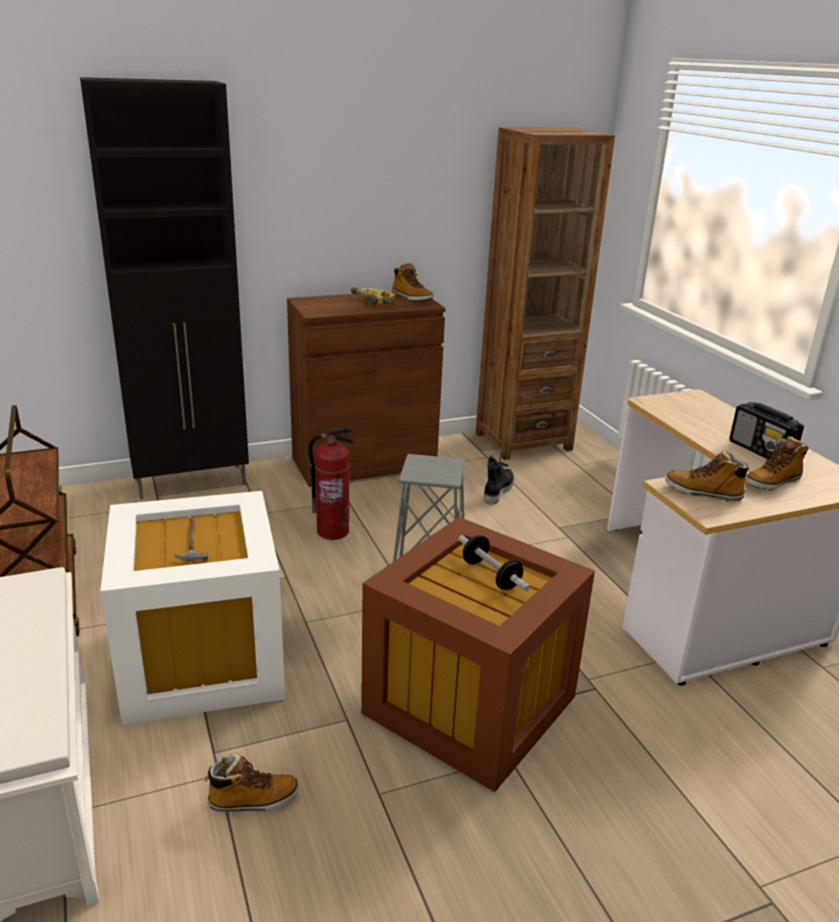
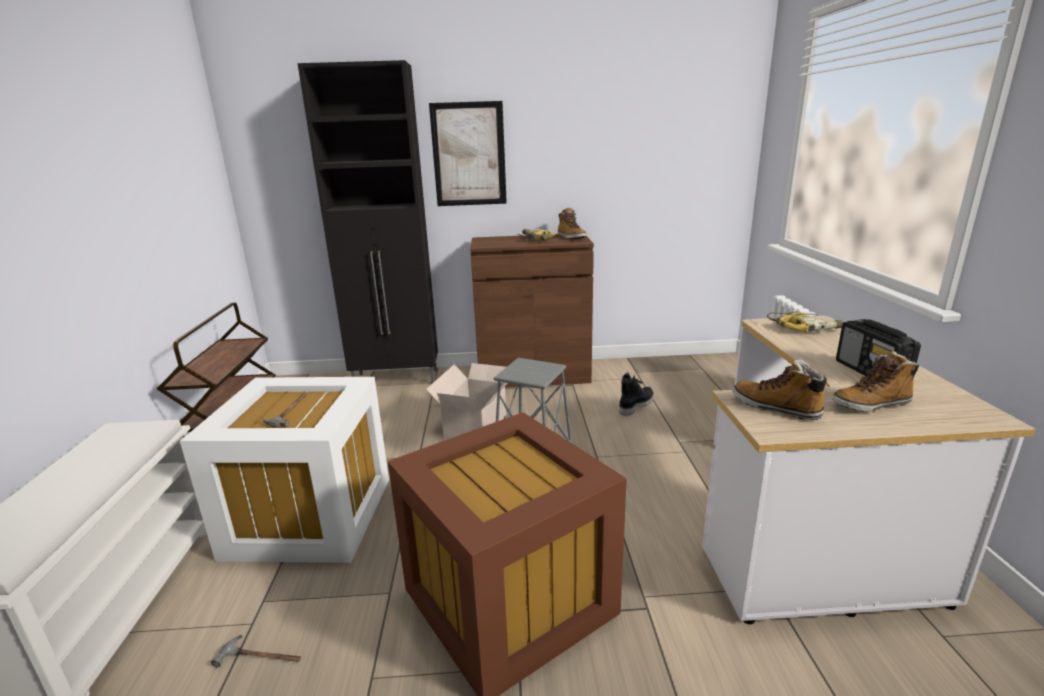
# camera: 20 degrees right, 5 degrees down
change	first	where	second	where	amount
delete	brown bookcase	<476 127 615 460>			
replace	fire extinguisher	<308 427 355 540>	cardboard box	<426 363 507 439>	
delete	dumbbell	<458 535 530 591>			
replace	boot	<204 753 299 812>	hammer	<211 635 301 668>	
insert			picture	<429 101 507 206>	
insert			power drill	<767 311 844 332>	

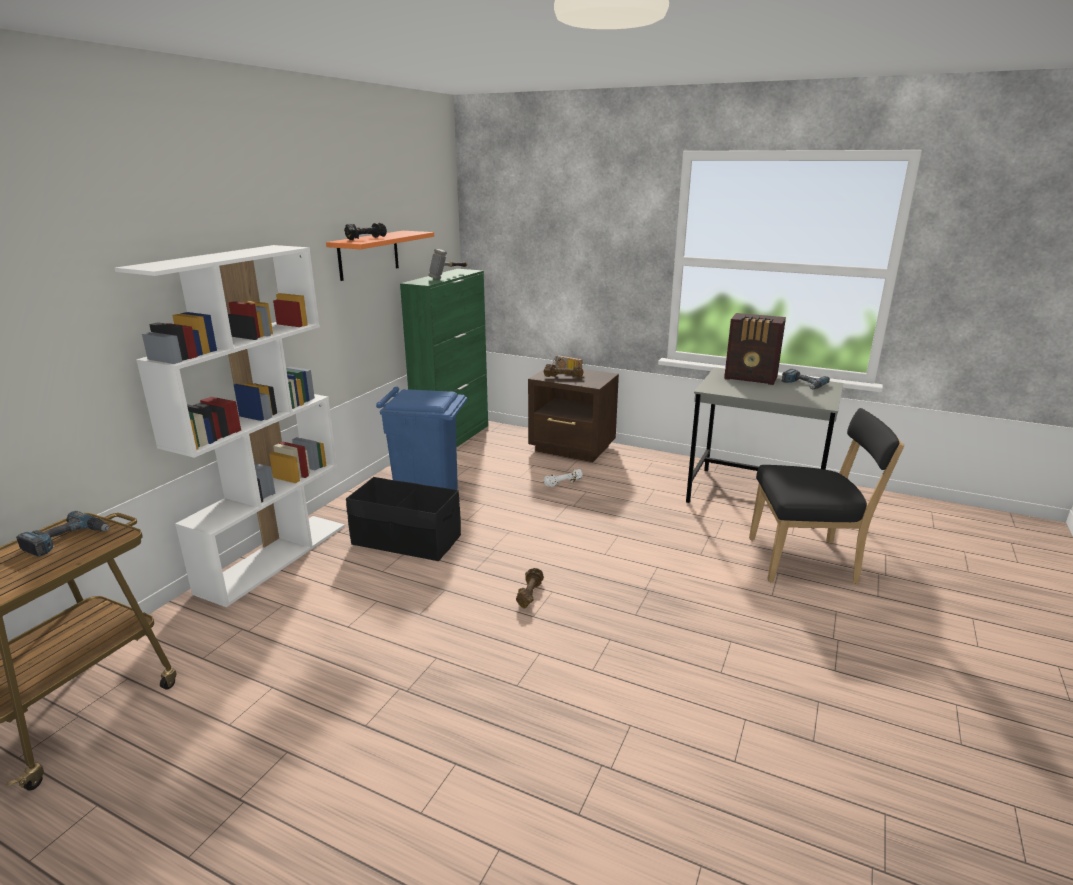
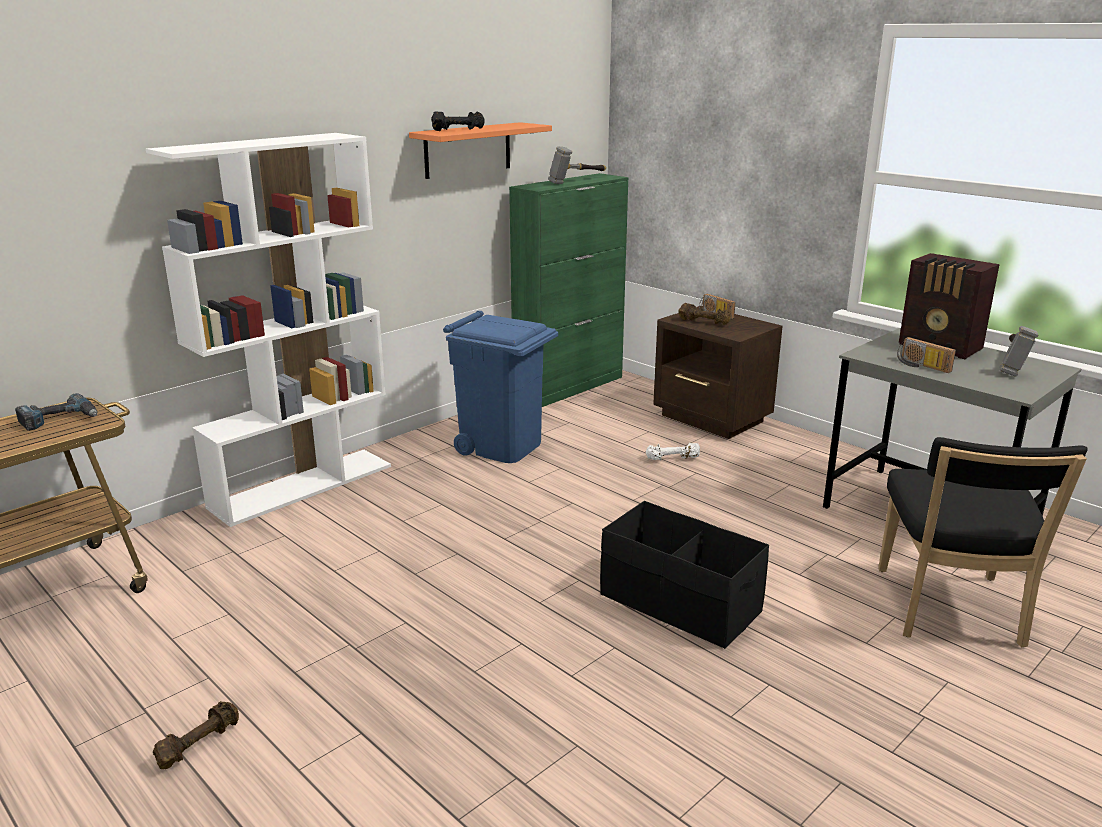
# camera: 20 degrees right, 0 degrees up
change	first	where	second	where	amount
replace	power drill	<781 369 830 389>	hammer	<999 326 1038 377>	
rotate	black chair	<749 408 904 584>		<878 437 1088 647>	75 degrees clockwise
move	black storage box	<346 477 461 561>		<600 501 769 649>	
move	brown dumbbell	<516 568 544 608>		<153 701 239 769>	
insert			radio	<897 337 956 373>	

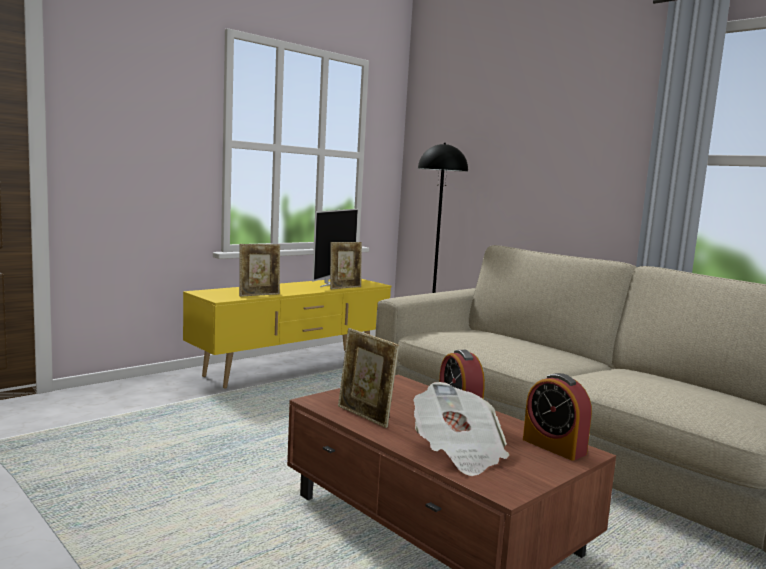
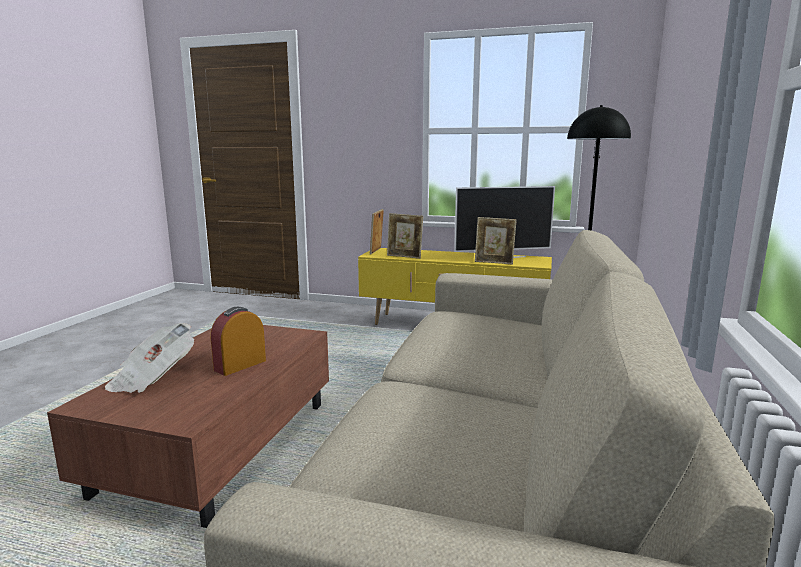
# camera: 60 degrees right, 5 degrees up
change	first	where	second	where	amount
move	picture frame	<338 328 399 428>		<370 209 384 254>	
delete	alarm clock	<523 373 592 461>			

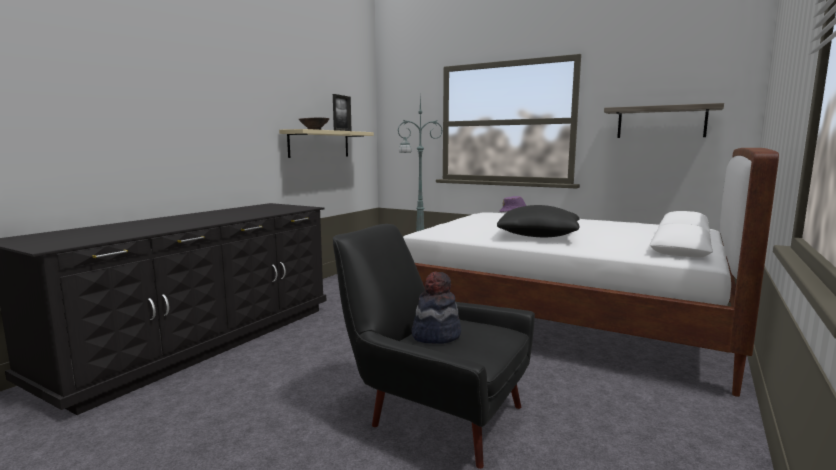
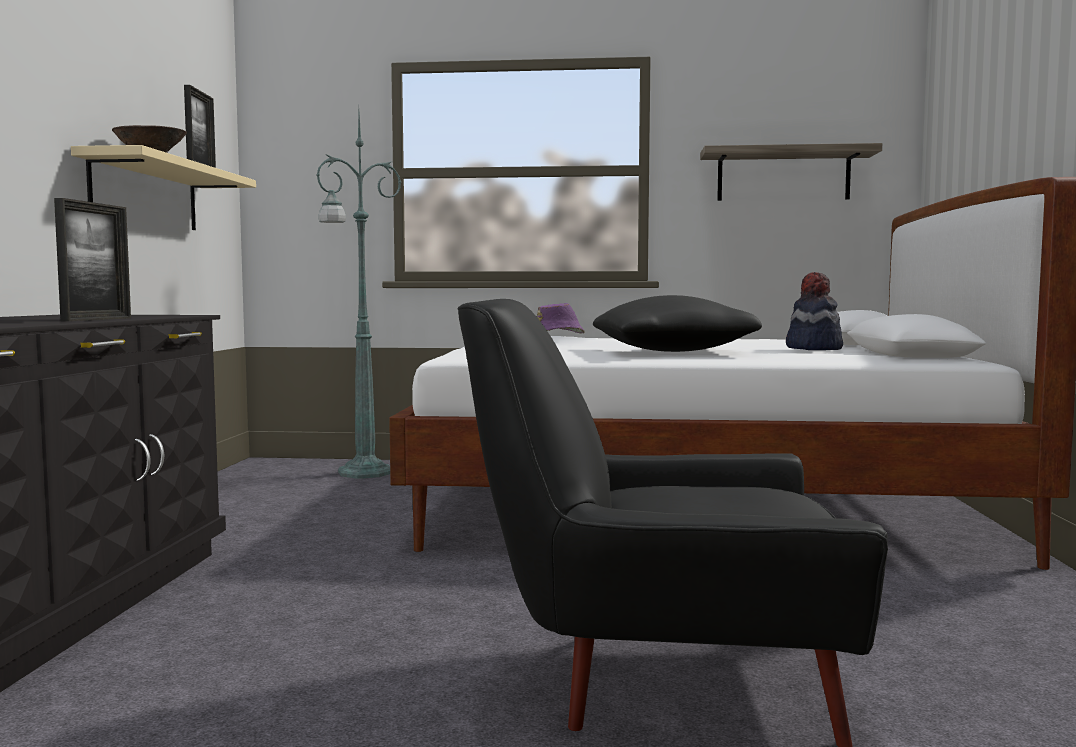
# camera: 25 degrees left, 5 degrees down
change	first	where	second	where	amount
move	hat	<411 272 461 344>		<786 272 843 350>	
insert			picture frame	<54 198 131 321>	

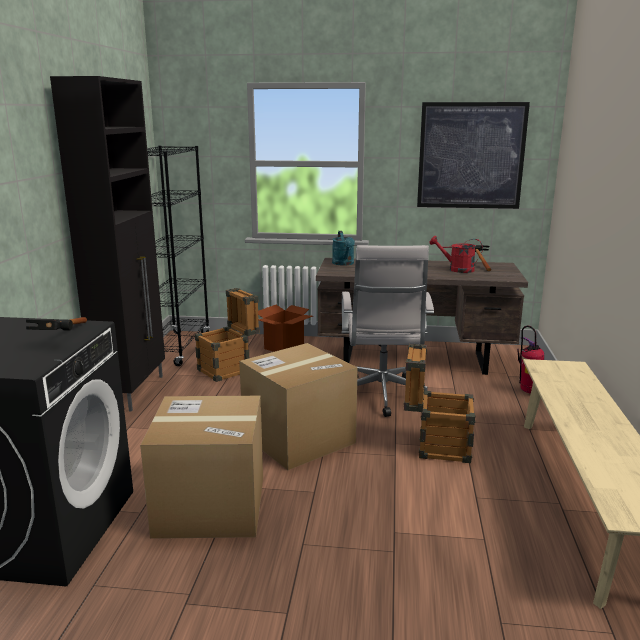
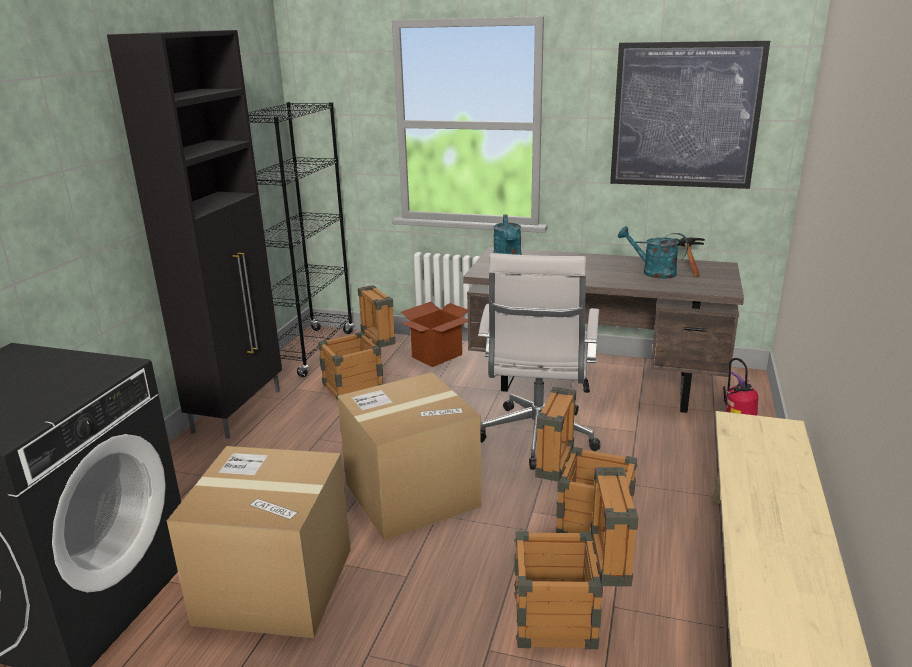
# camera: 10 degrees right, 5 degrees up
change	first	where	second	where	amount
recolor	red watering can	<429 236 483 273>	turquoise watering can	<618 226 688 279>	
delete	hammer	<26 317 87 331>			
insert			crate	<514 467 638 649>	

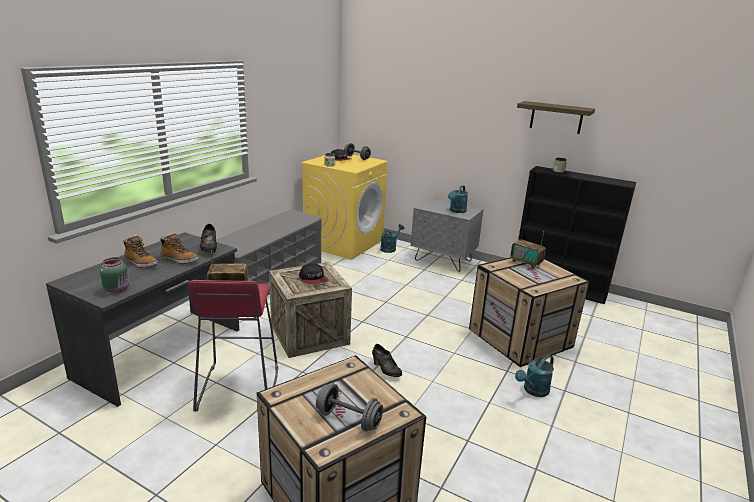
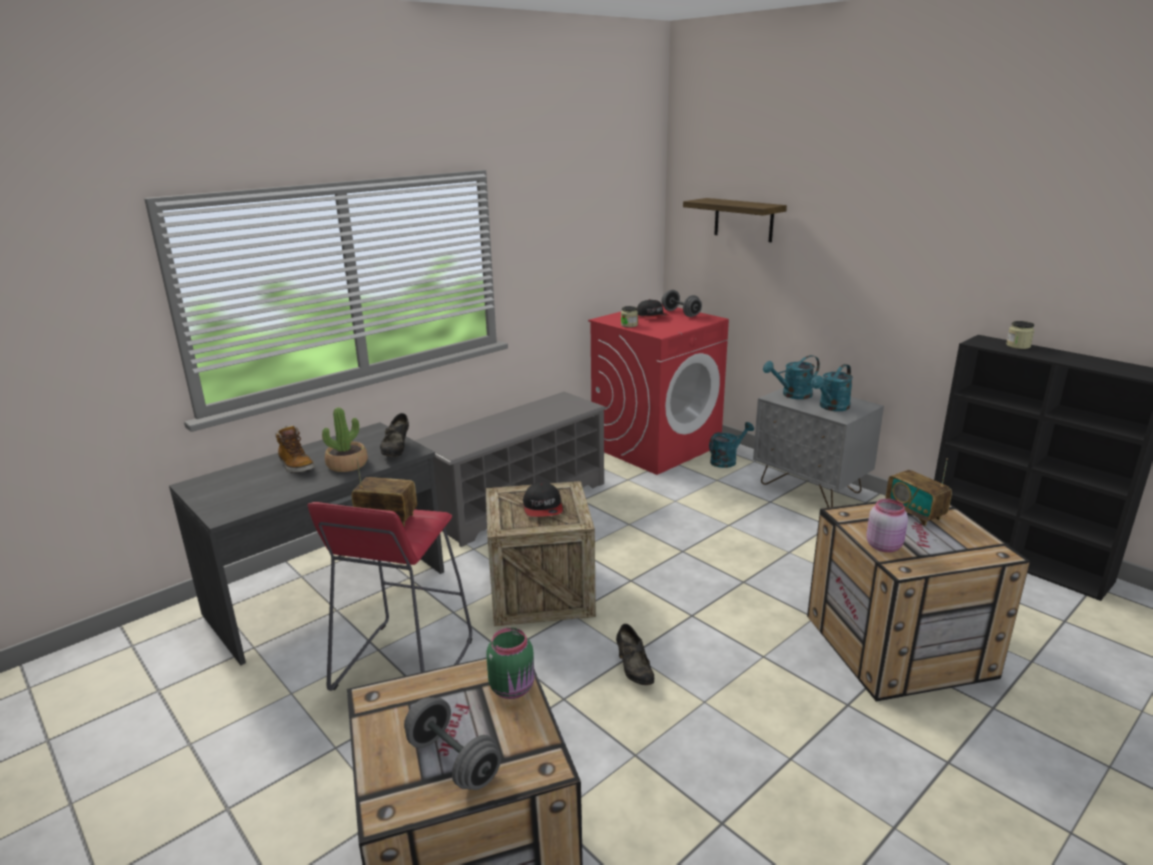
# camera: 20 degrees right, 0 degrees up
change	first	where	second	where	amount
move	shelf	<517 101 595 134>		<683 198 787 242>	
recolor	yellow washing machine	<301 155 388 260>	red washing machine	<588 305 729 475>	
replace	boot	<161 232 199 264>	potted plant	<322 407 368 472>	
move	green jar	<100 257 129 294>		<486 627 535 699>	
move	turquoise watering can	<515 355 554 397>		<763 355 820 399>	
insert			pink jar	<866 499 908 552>	

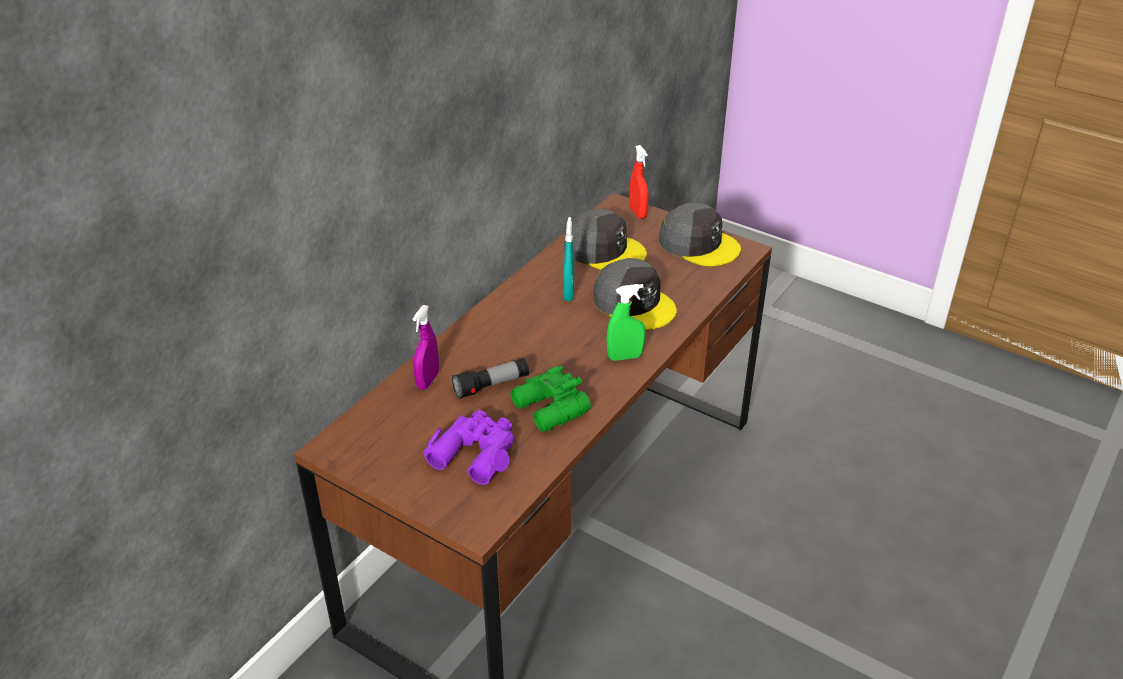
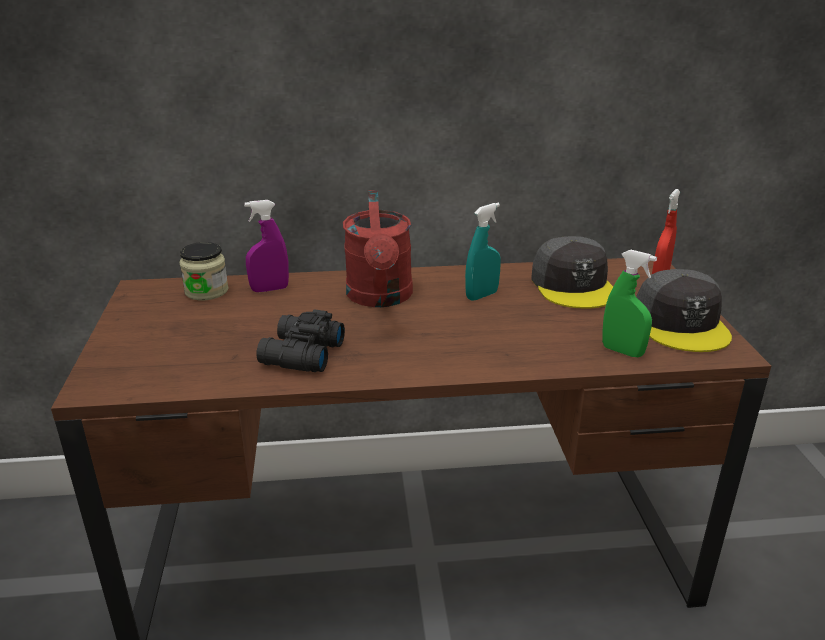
# camera: 50 degrees right, 10 degrees down
change	first	where	second	where	amount
delete	grey cap	<593 258 677 330>			
move	green spray bottle	<607 284 646 361>		<602 250 657 357>	
delete	flashlight	<452 358 529 399>			
recolor	green binoculars	<511 366 591 432>	black binoculars	<256 309 345 372>	
delete	purple binoculars	<423 410 514 485>			
insert			red watering can	<343 190 413 307>	
insert			jar	<180 242 229 300>	

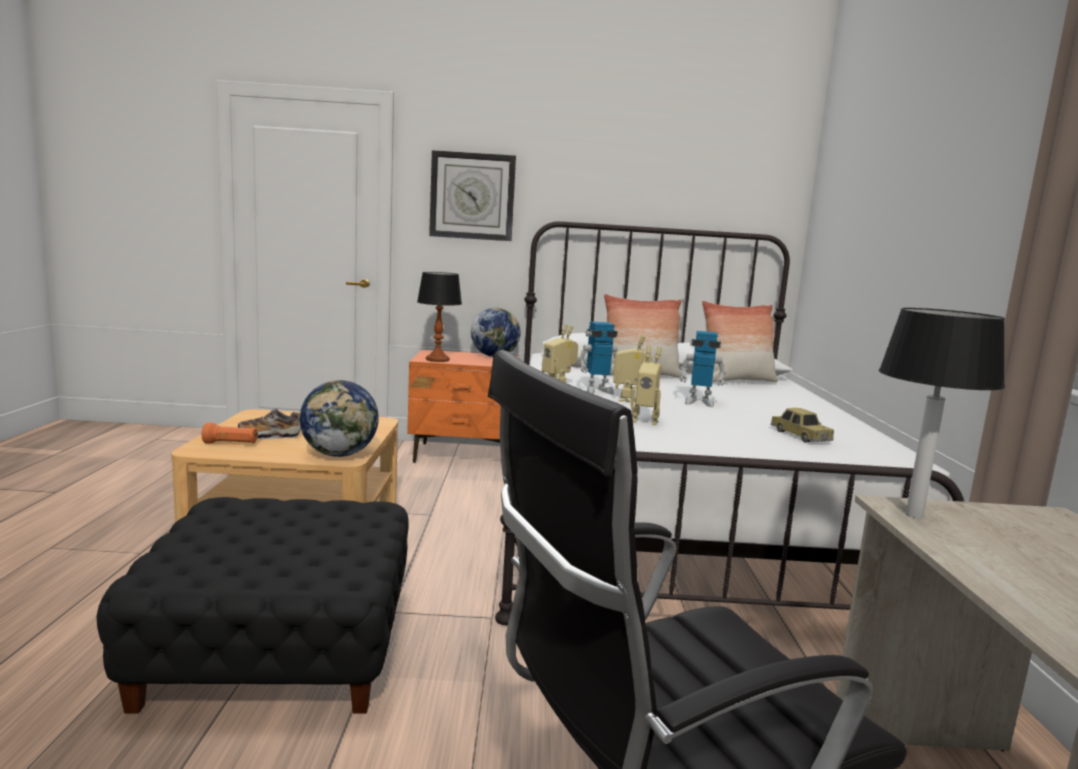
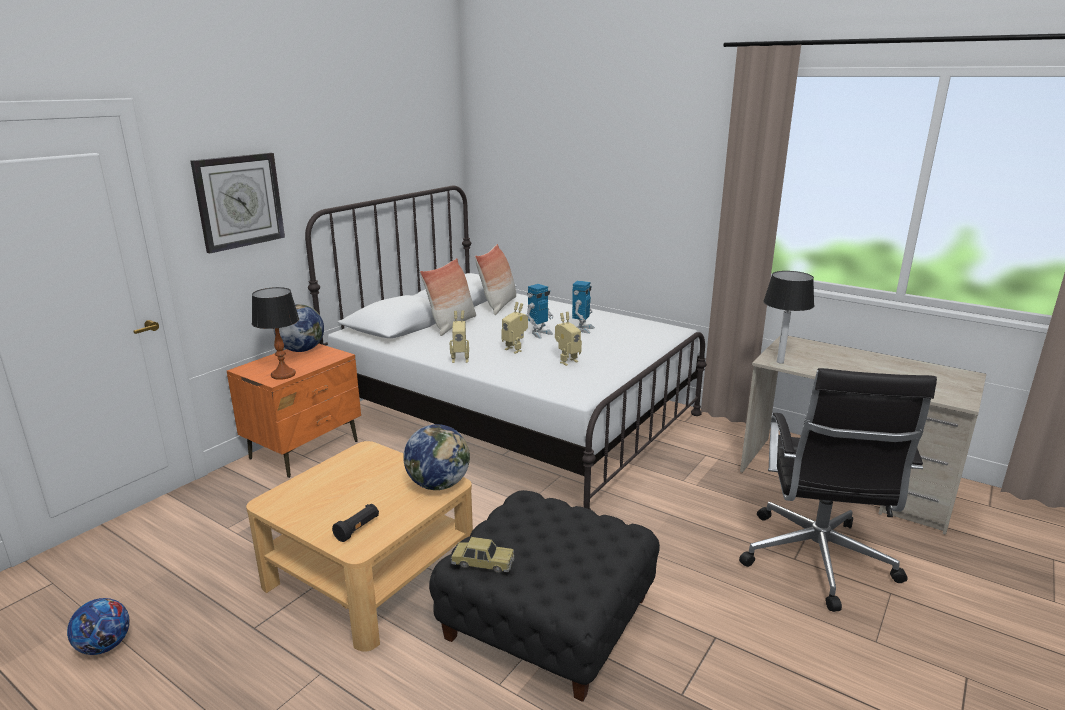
# camera: 55 degrees left, 10 degrees up
change	first	where	second	where	amount
move	toy robot	<578 322 618 394>		<572 281 595 334>	
delete	shoe	<238 408 301 439>			
move	toy car	<771 408 834 442>		<451 537 514 573>	
recolor	orange flashlight	<202 423 258 444>	black flashlight	<332 504 379 542>	
insert			football	<67 598 130 655>	

